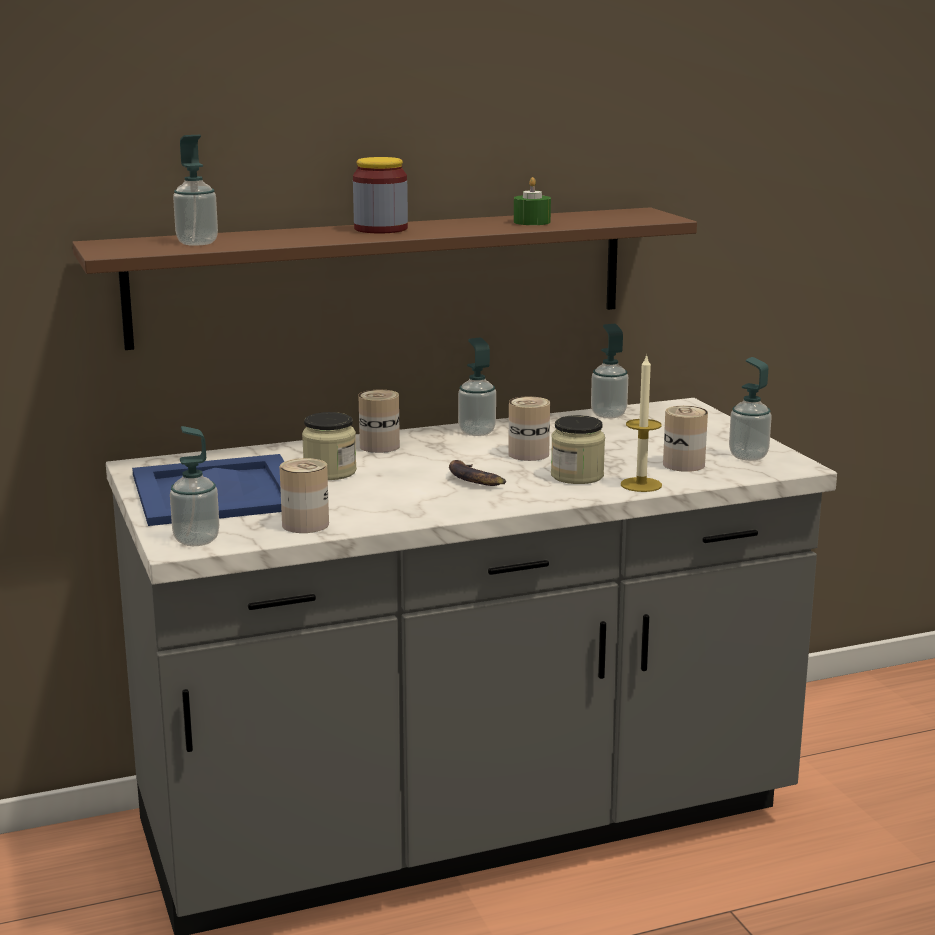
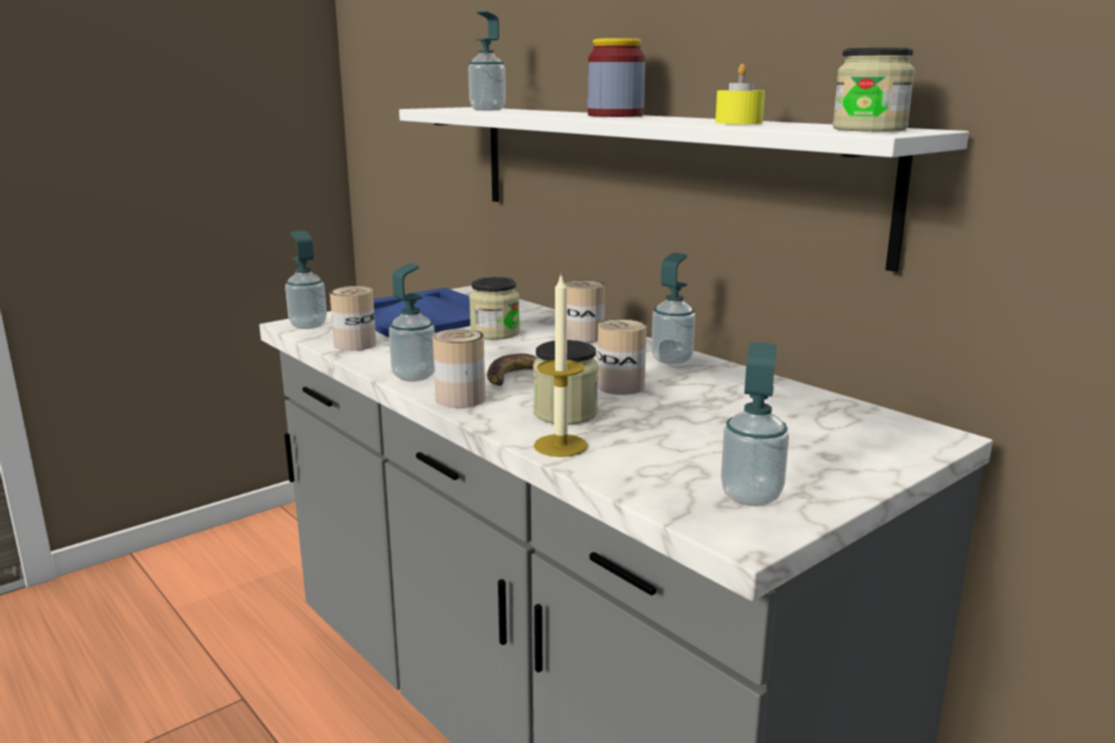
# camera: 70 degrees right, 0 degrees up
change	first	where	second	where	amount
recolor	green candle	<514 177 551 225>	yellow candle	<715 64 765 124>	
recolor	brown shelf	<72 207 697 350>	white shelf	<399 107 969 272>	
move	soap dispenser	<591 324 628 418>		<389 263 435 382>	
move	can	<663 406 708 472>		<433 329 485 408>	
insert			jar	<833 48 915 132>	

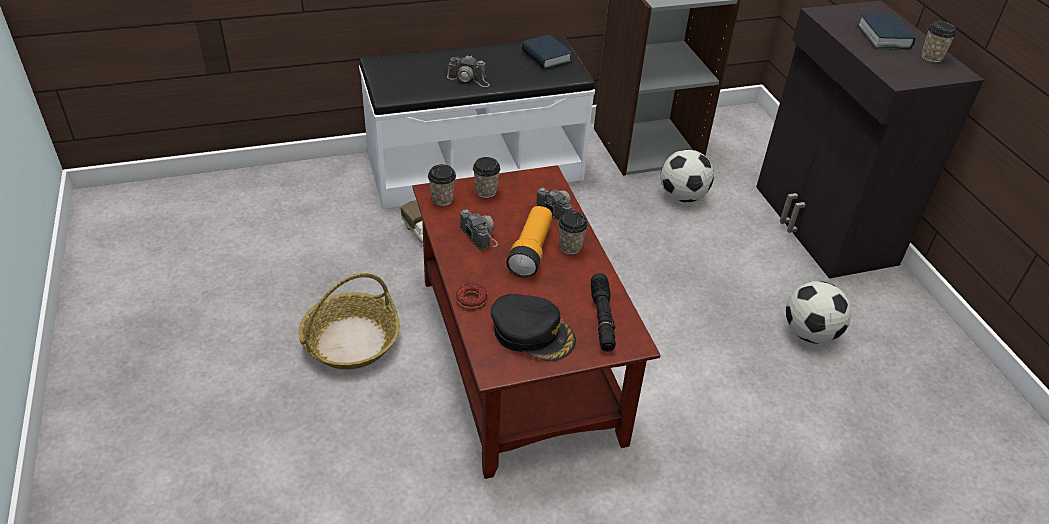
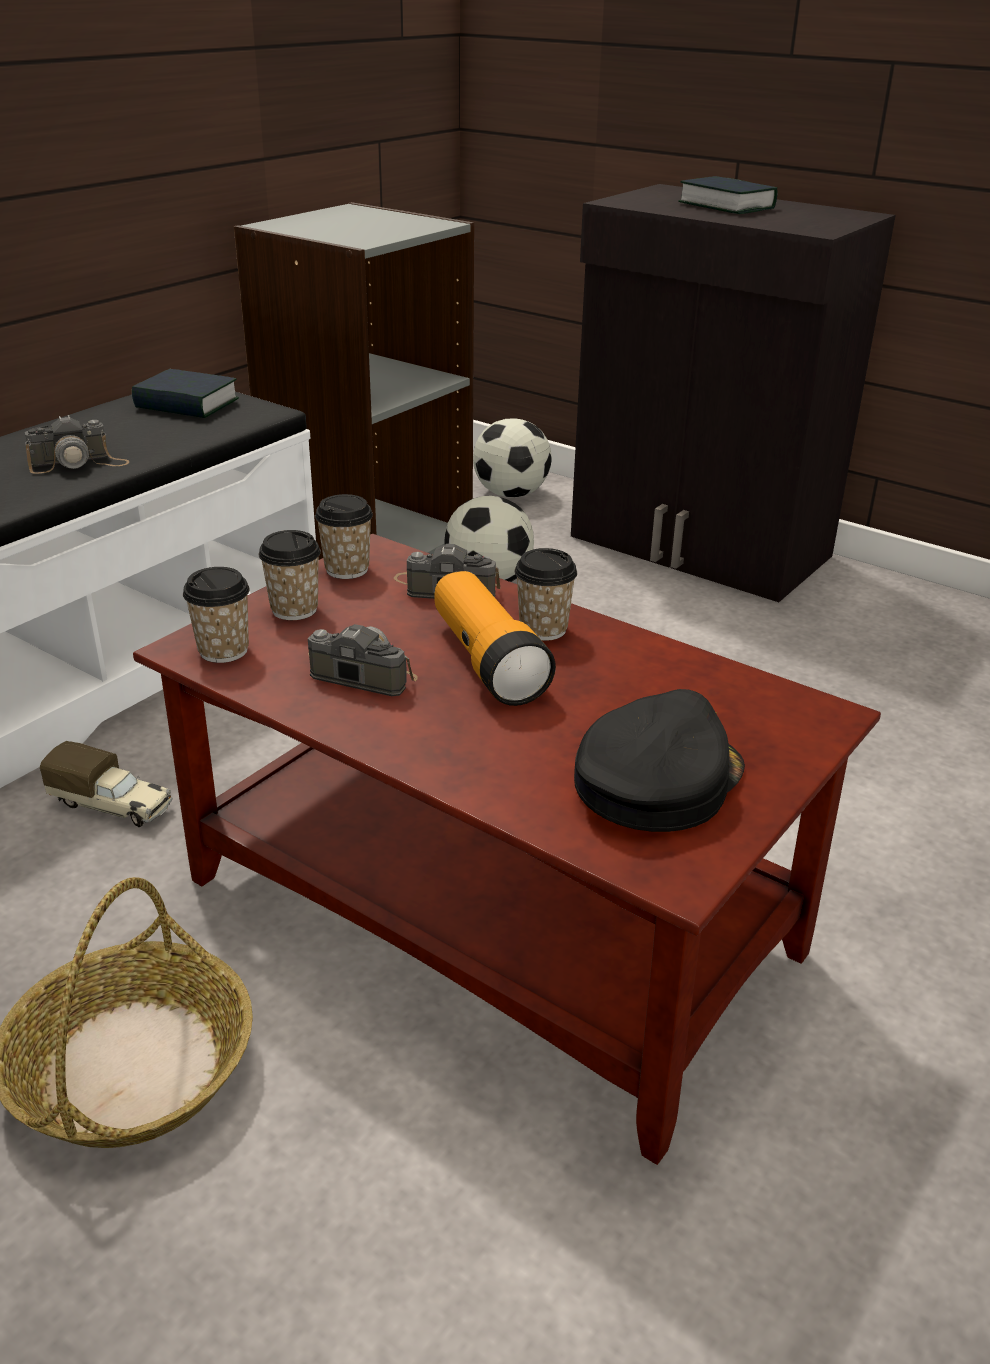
# camera: 35 degrees left, 10 degrees down
change	first	where	second	where	amount
move	cup	<921 21 957 63>		<315 494 373 579>	
delete	black flashlight	<591 273 616 352>			
move	football	<786 281 851 344>		<473 419 552 497>	
delete	donut	<456 283 487 309>			
rotate	black cap	<491 294 576 361>		<574 689 745 832>	45 degrees counterclockwise

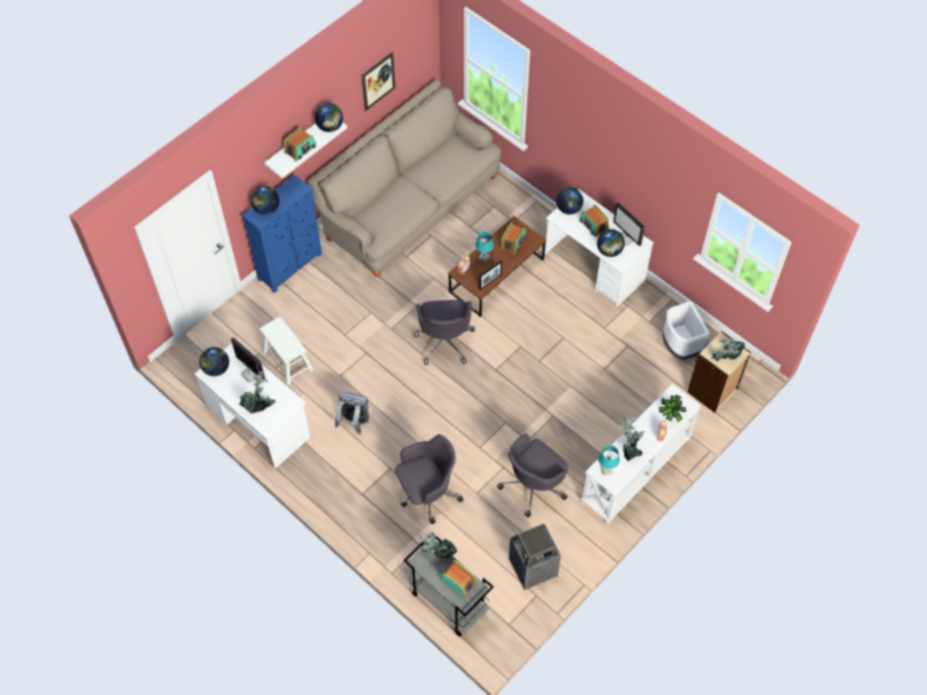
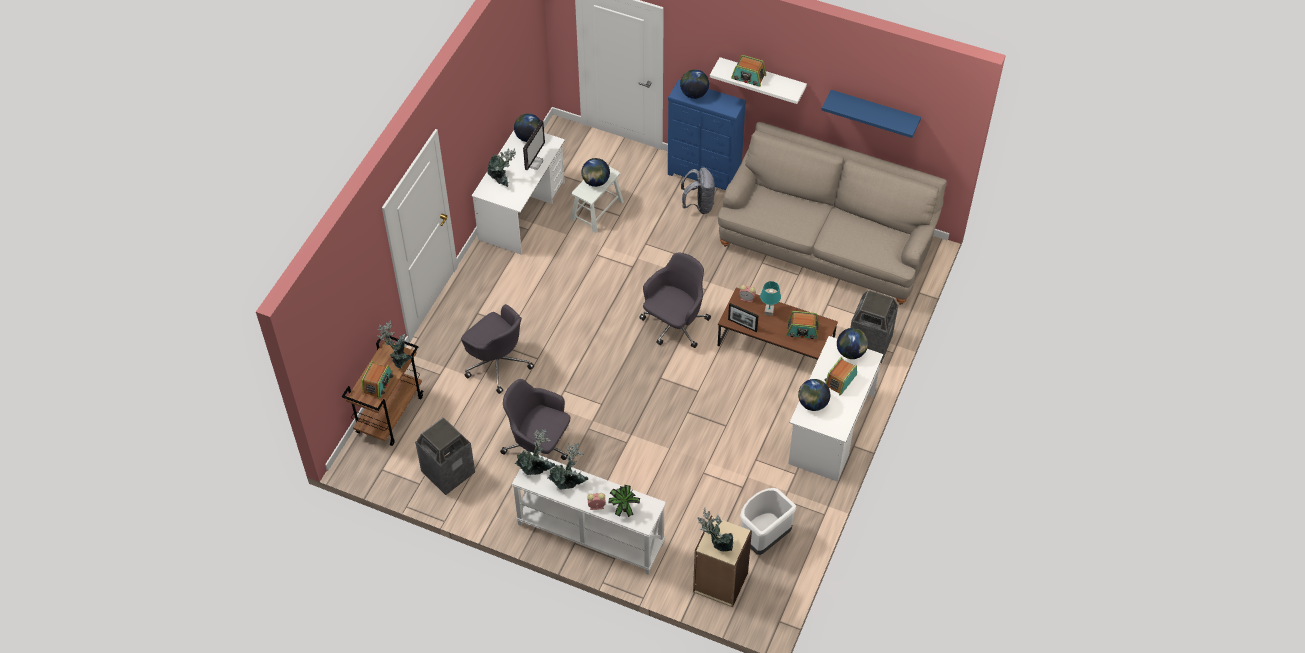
# camera: 70 degrees right, 5 degrees down
change	first	where	second	where	amount
replace	picture	<361 52 395 111>	blue shelf	<822 90 921 138>	
move	globe	<315 103 343 132>		<582 158 610 187>	
delete	monitor	<613 202 645 246>			
rotate	grey office chair	<414 300 475 365>		<639 253 711 348>	150 degrees clockwise
move	grey backpack	<335 392 369 434>		<681 167 715 214>	
replace	turquoise table lamp	<598 445 620 475>	potted plant	<514 429 555 475>	
recolor	grey cart	<403 533 494 637>	brown cart	<342 336 423 446>	
insert			trash can	<850 290 898 363>	

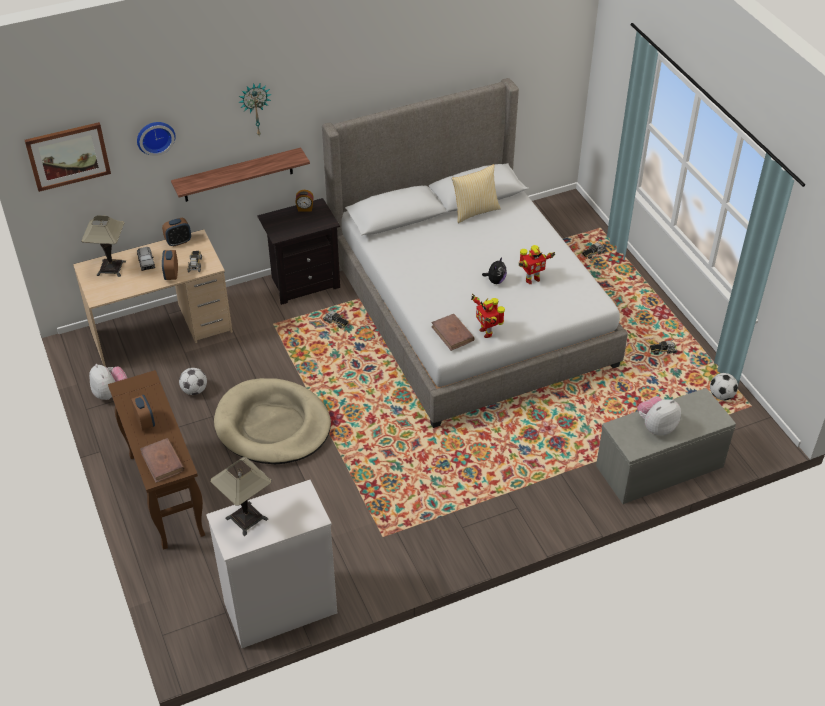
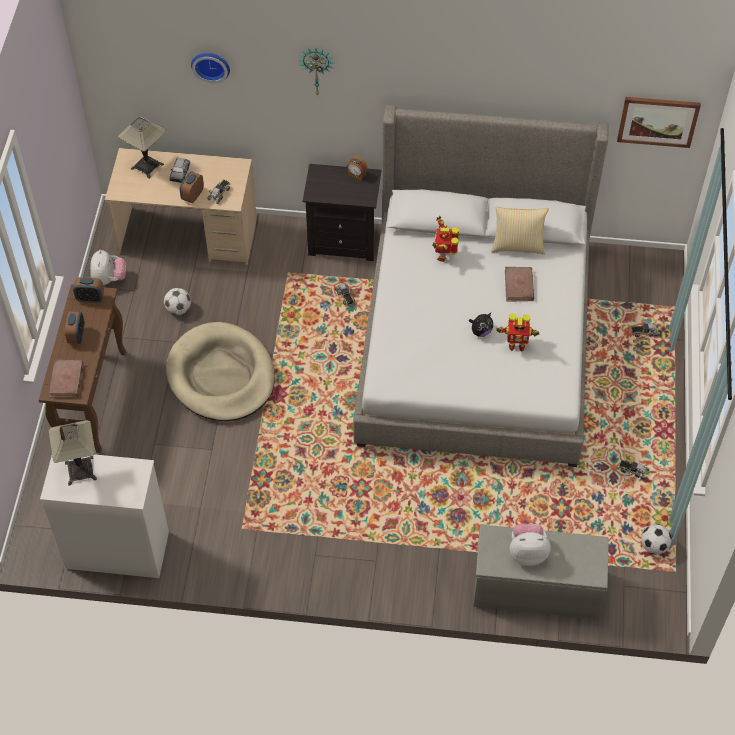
# camera: 30 degrees right, 10 degrees up
change	first	where	second	where	amount
move	picture	<25 122 111 192>		<617 97 701 148>	
delete	shelf	<171 147 310 202>			
move	alarm clock	<162 218 191 247>		<73 277 104 303>	
move	toy robot	<471 294 505 338>		<432 215 459 262>	
move	brown book	<431 314 475 351>		<505 267 534 301>	

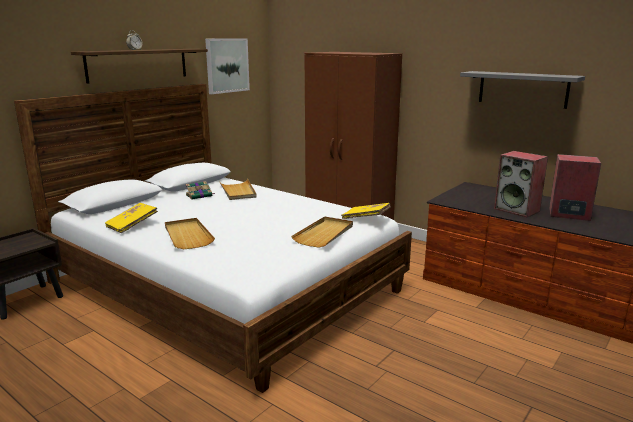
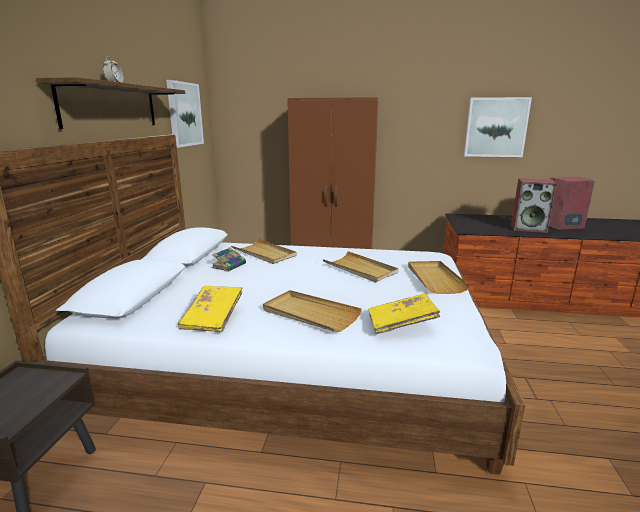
# camera: 30 degrees left, 0 degrees up
change	first	where	second	where	amount
replace	grey shelf	<460 71 585 109>	picture	<464 97 532 157>	
move	yellow book	<341 203 391 219>		<368 294 440 334>	
insert			beige tray	<323 251 399 282>	

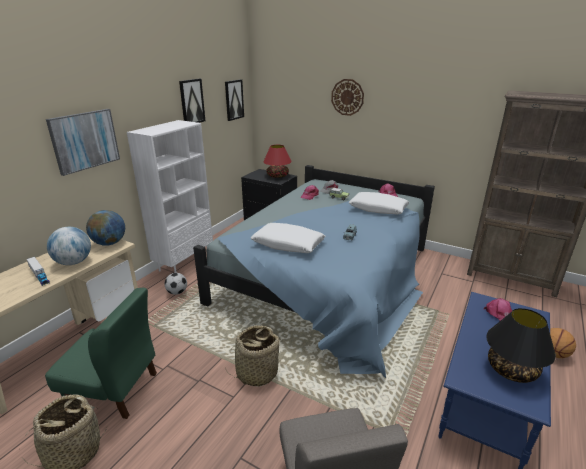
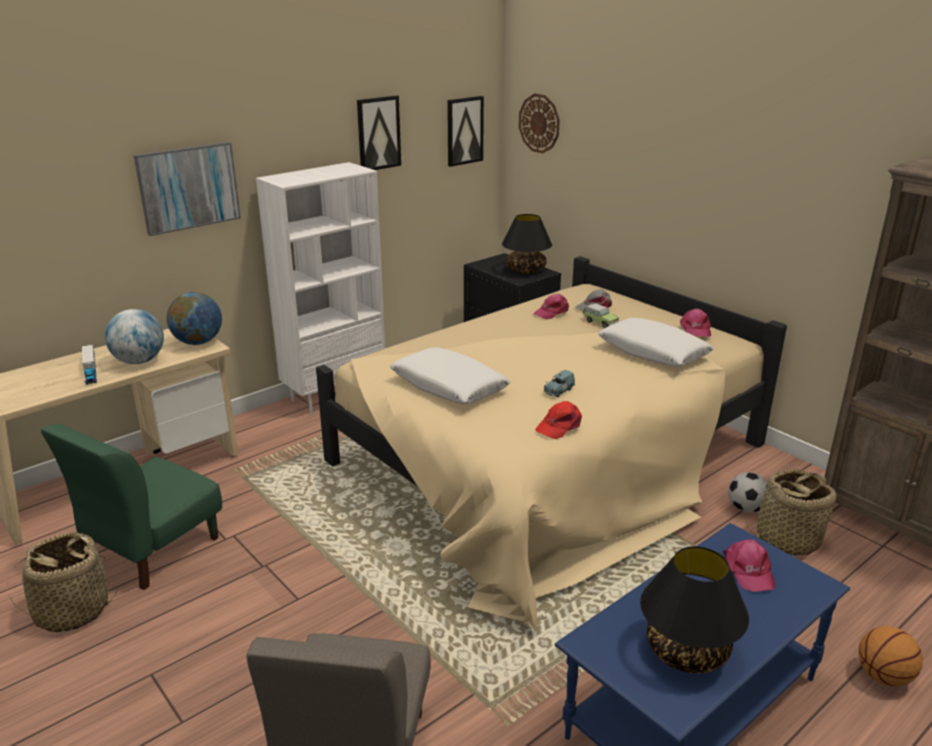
# camera: 20 degrees right, 0 degrees up
change	first	where	second	where	amount
move	wall clock	<331 79 364 116>		<519 94 560 153>	
recolor	red table lamp	<263 145 292 178>	black table lamp	<502 214 552 273>	
recolor	blue bed	<193 165 435 378>	beige bed	<316 256 787 631>	
move	football	<165 273 187 295>		<728 472 767 513>	
rotate	green chair	<45 288 157 419>		<41 424 222 590>	90 degrees clockwise
move	basket	<225 325 282 387>		<745 469 836 556>	
insert			red cap	<536 401 582 439>	

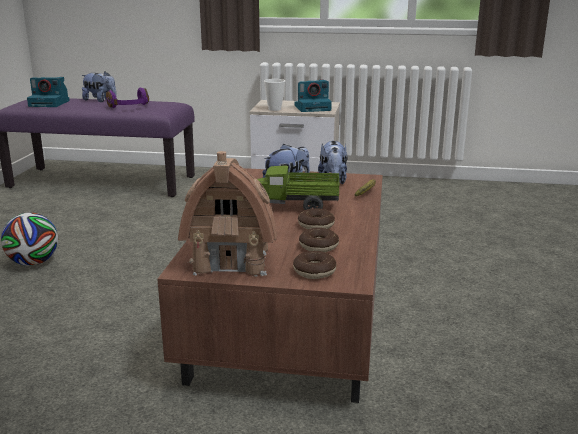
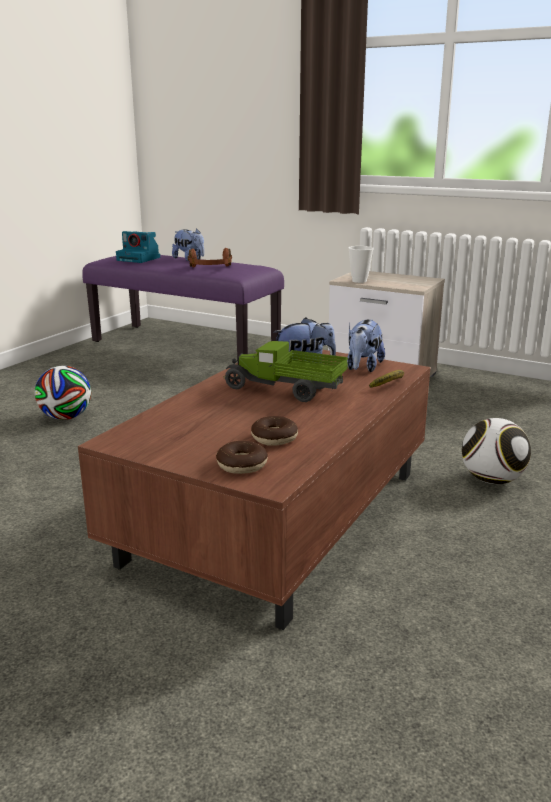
# camera: 20 degrees right, 0 degrees up
change	first	where	second	where	amount
delete	photo camera	<294 80 332 112>			
recolor	purple headphones	<106 88 149 108>	brown headphones	<188 248 232 268>	
delete	toy house	<178 151 277 277>			
delete	donut	<298 208 335 229>			
insert			football	<462 418 531 484>	

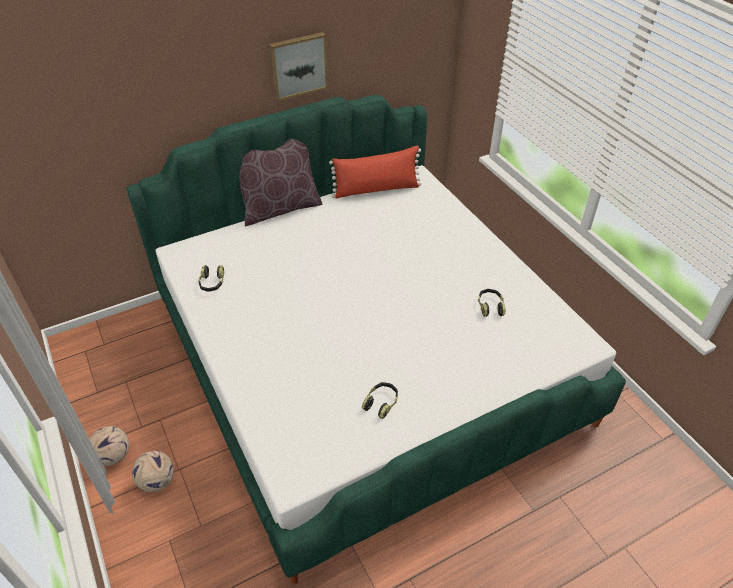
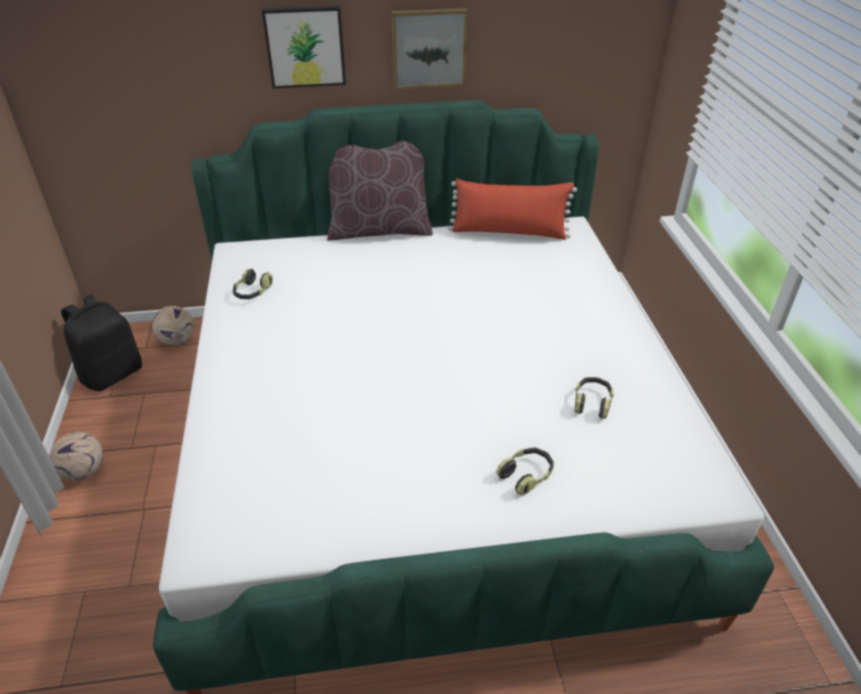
# camera: 20 degrees right, 5 degrees down
change	first	where	second	where	amount
move	headphones	<362 382 398 419>		<496 447 554 496>	
move	football	<132 451 174 492>		<152 306 194 345>	
insert			picture	<262 6 346 89>	
insert			black backpack	<61 295 142 391>	

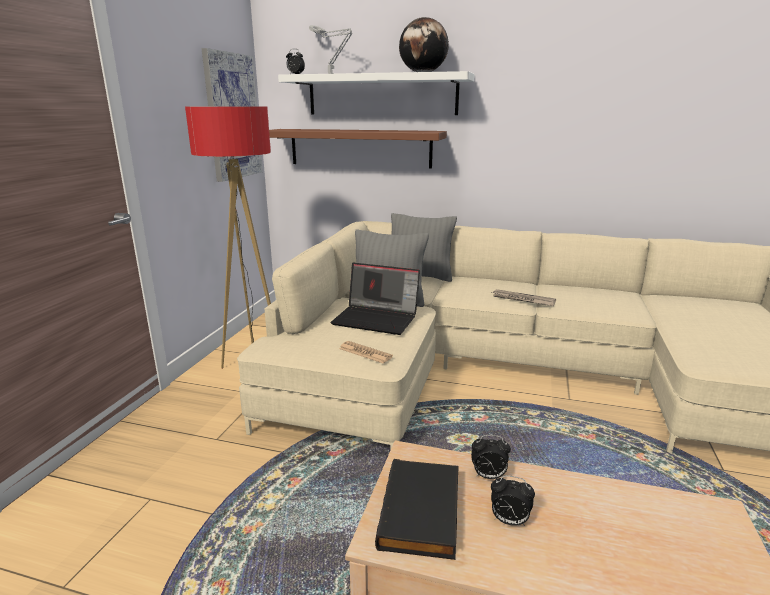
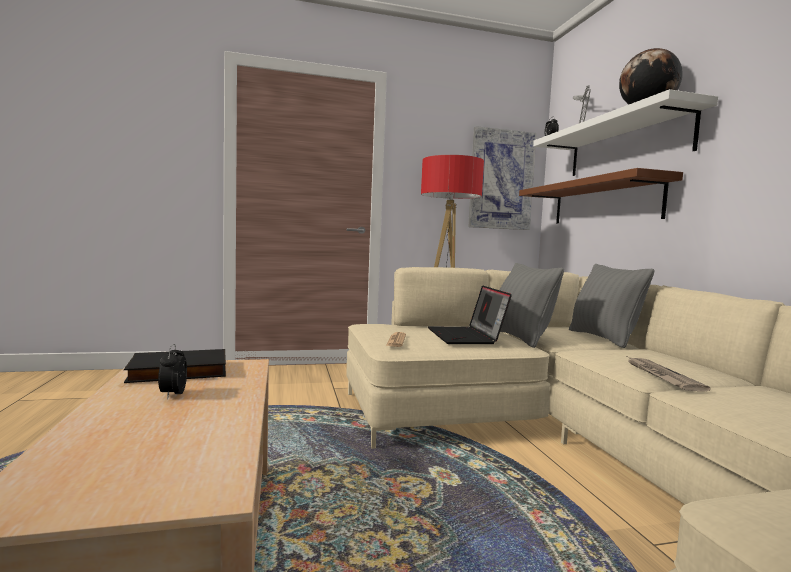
# camera: 60 degrees right, 15 degrees down
change	first	where	second	where	amount
delete	alarm clock	<471 435 511 479>			

